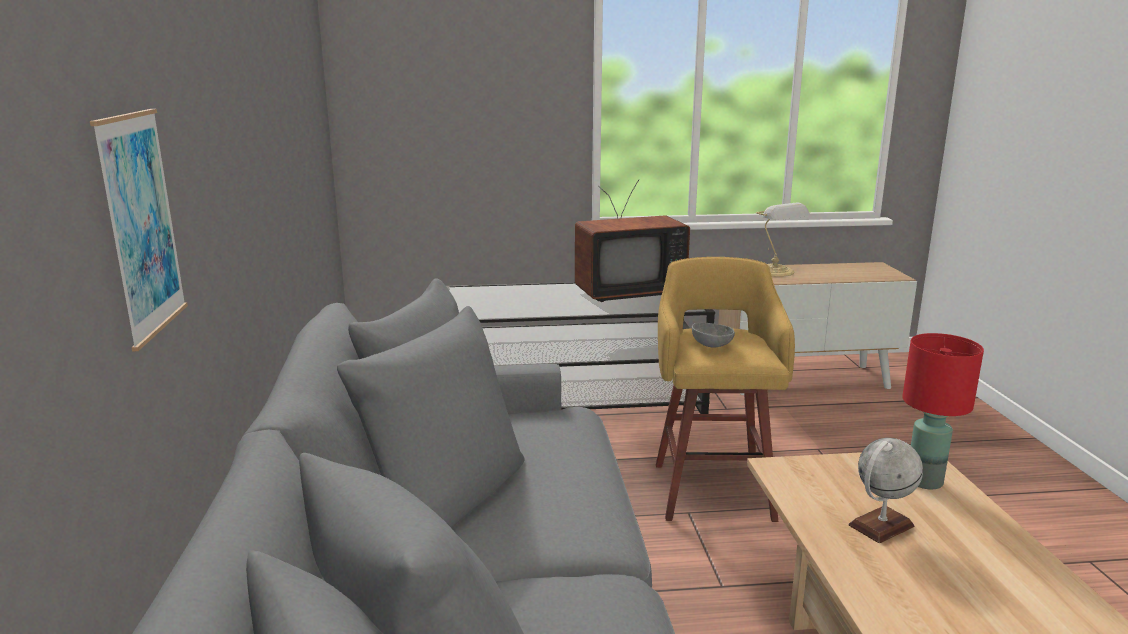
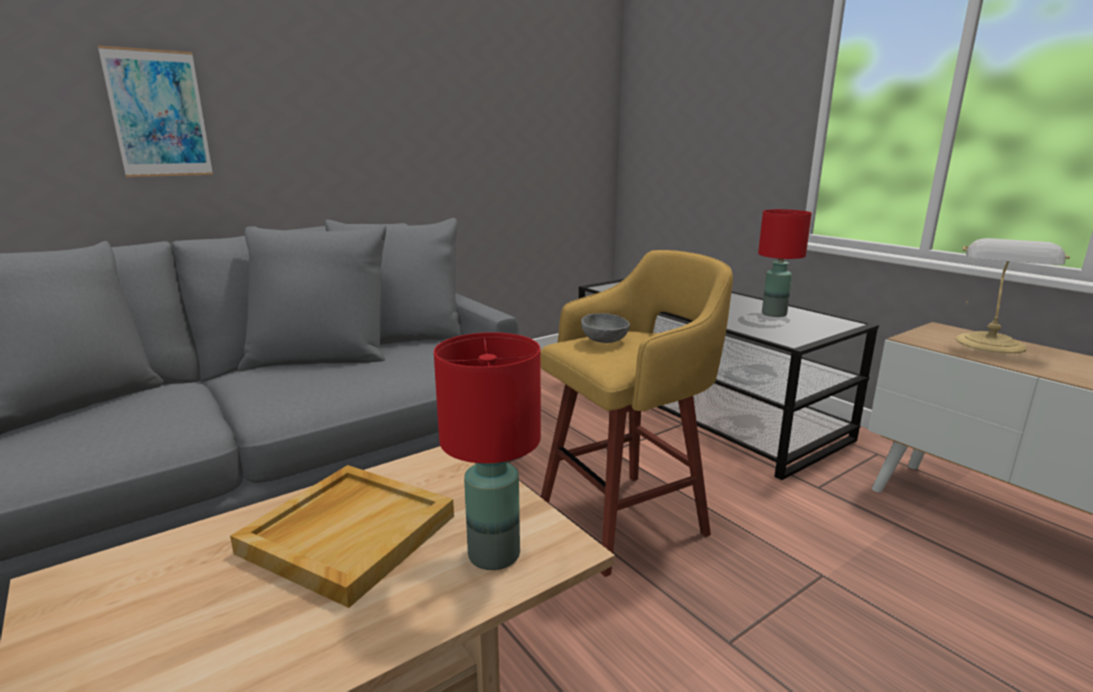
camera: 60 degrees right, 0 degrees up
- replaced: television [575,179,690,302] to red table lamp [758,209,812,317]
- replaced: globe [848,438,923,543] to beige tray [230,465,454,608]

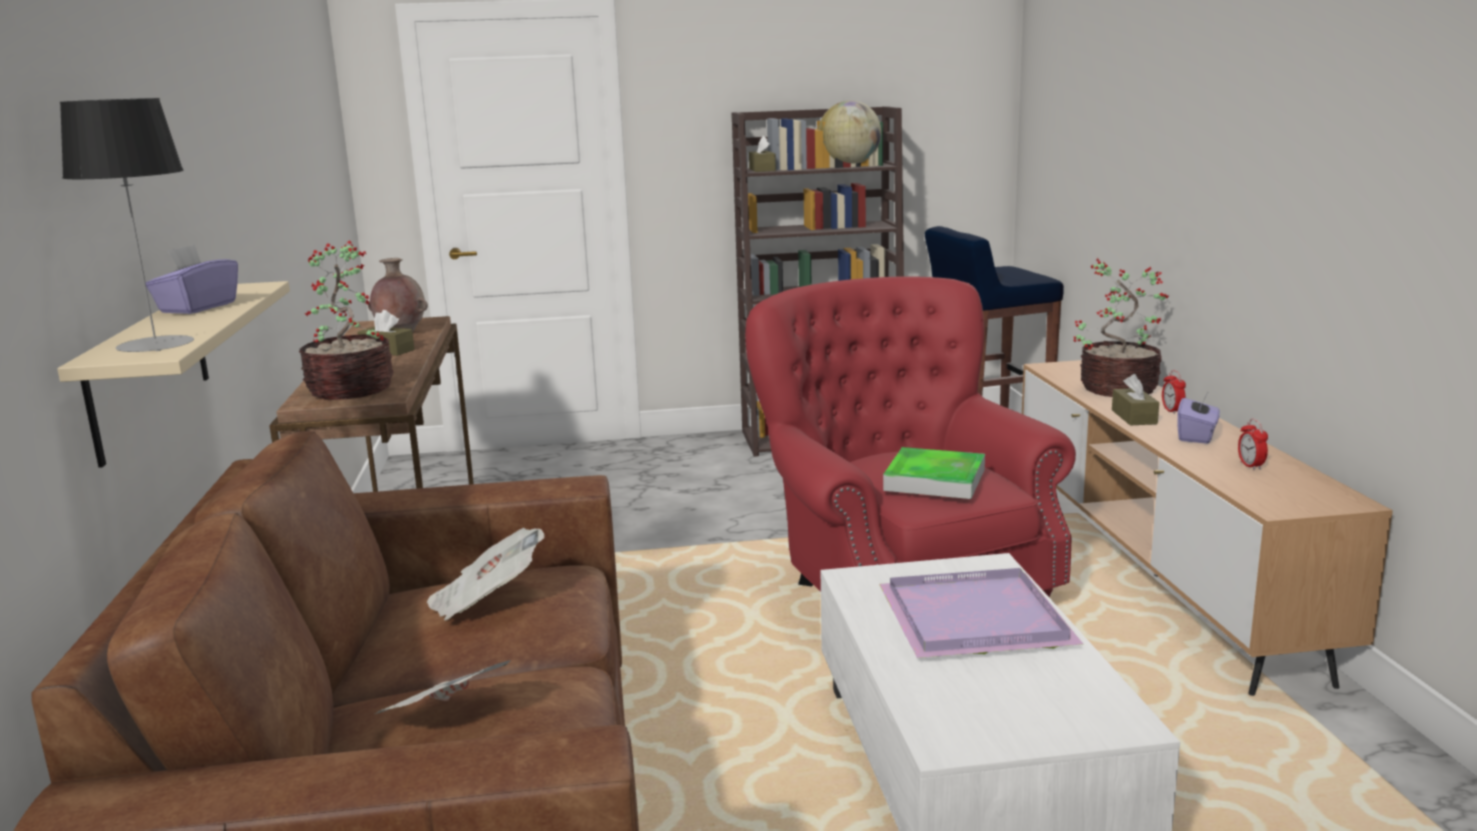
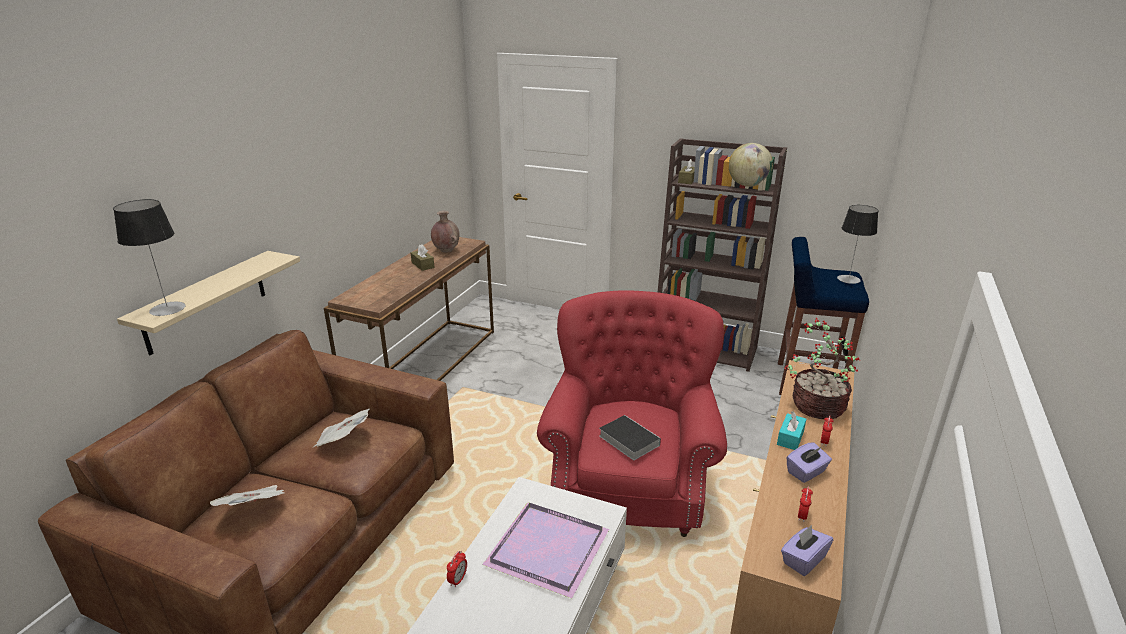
camera: 30 degrees right, 10 degrees up
- removed: potted plant [299,240,394,400]
- added: alarm clock [447,551,467,588]
- added: table lamp [837,205,878,284]
- moved: purple tissue box [146,244,238,314] to [781,525,833,576]
- replaced: tray [883,447,985,499] to book [599,415,661,460]
- recoloured: brown tissue box [1112,374,1159,425] to turquoise tissue box [777,411,806,450]

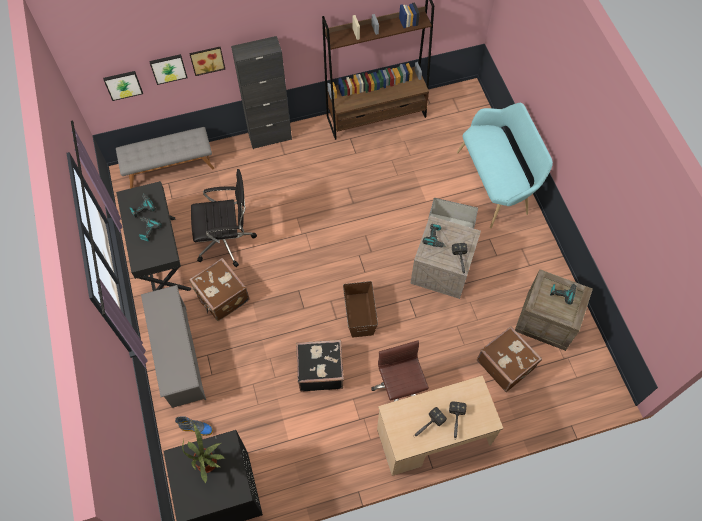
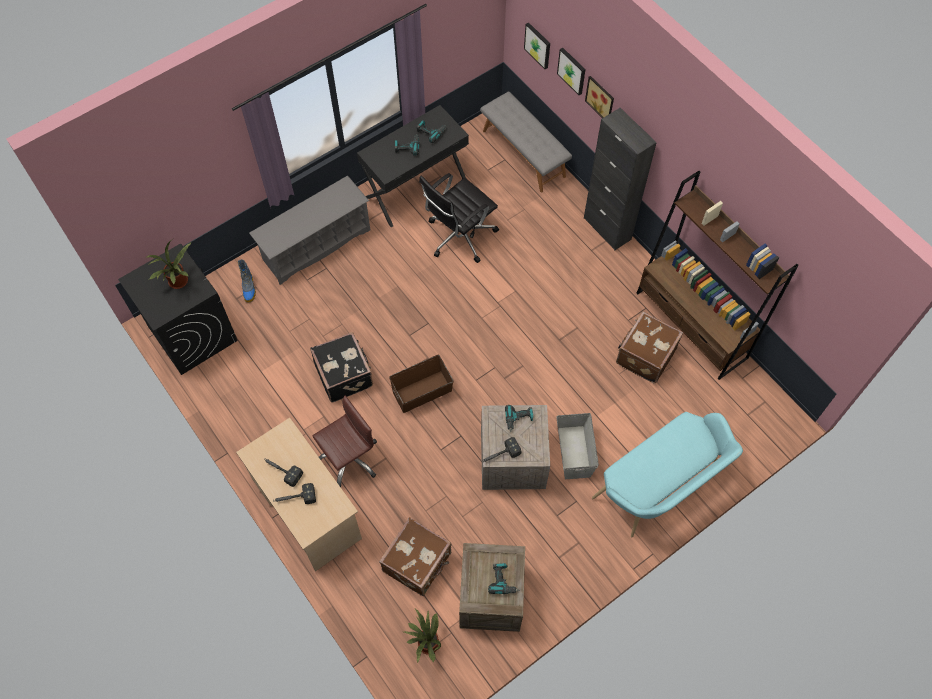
camera: 70 degrees right, 0 degrees up
- added: potted plant [404,609,441,663]
- moved: brown suitcase [189,258,250,321] to [616,312,683,384]
- turned: black office chair [191,169,257,267] = [419,173,499,263] 75 degrees clockwise

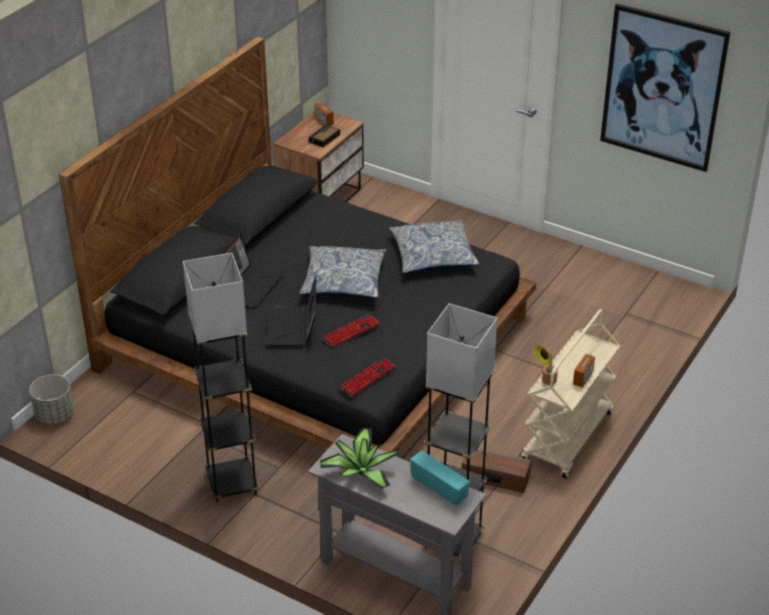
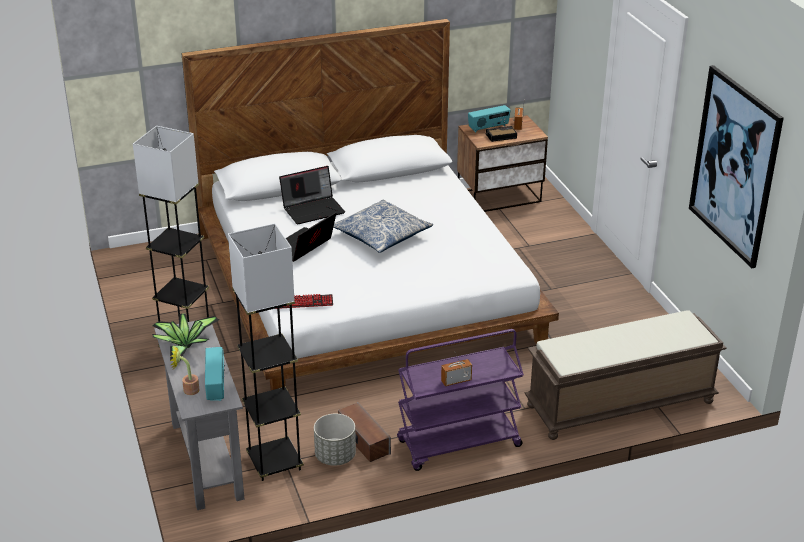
camera: 40 degrees right, 5 degrees down
- removed: keyboard [322,314,380,348]
- removed: pillow [389,219,479,273]
- added: radio [468,105,511,133]
- added: brown bench [525,310,727,440]
- moved: grey planter [29,375,74,424] to [314,414,356,466]
- moved: potted plant [534,345,558,385] to [170,346,199,395]
- recoloured: black bed [59,37,536,452] to white bed [181,19,559,390]
- recoloured: beige cart [521,309,620,479] to purple cart [397,329,524,471]

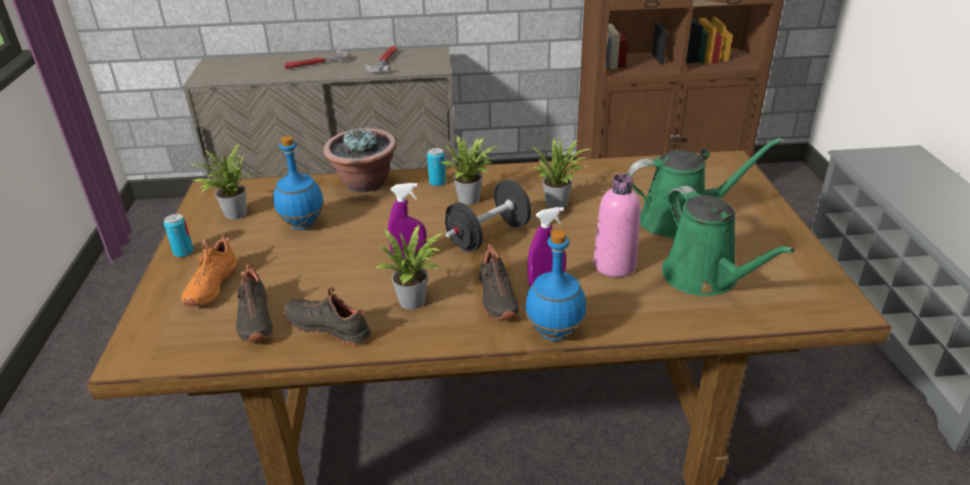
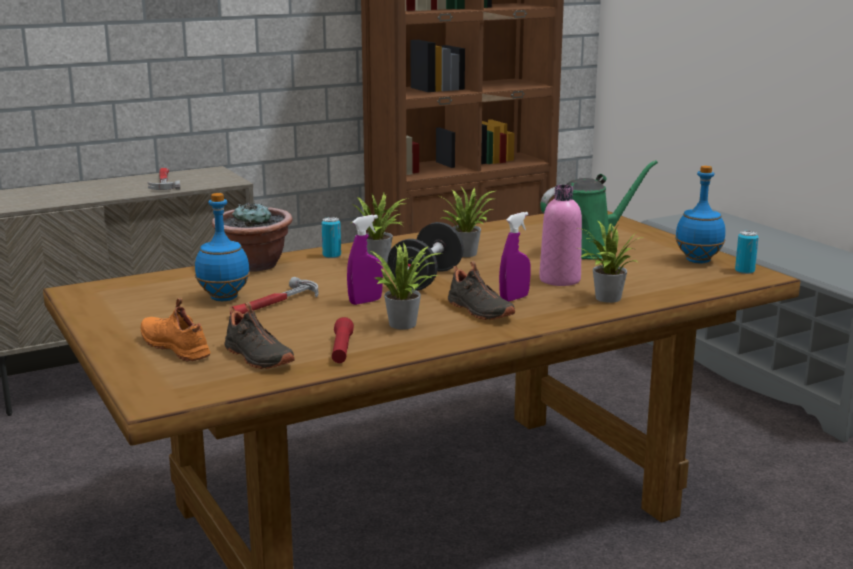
camera: 25 degrees left, 15 degrees down
- removed: green watering can [662,186,795,296]
- moved: can [164,214,194,257] to [735,231,759,274]
- moved: potted plant [189,143,254,219] to [578,220,643,303]
- moved: hammer [284,49,348,69] to [230,277,318,315]
- moved: blue bottle [525,230,586,341] to [675,166,726,263]
- replaced: black shoe [284,287,371,345] to red flashlight [332,317,354,363]
- turned: orange shoe [182,235,239,306] = [141,298,210,361] 150 degrees clockwise

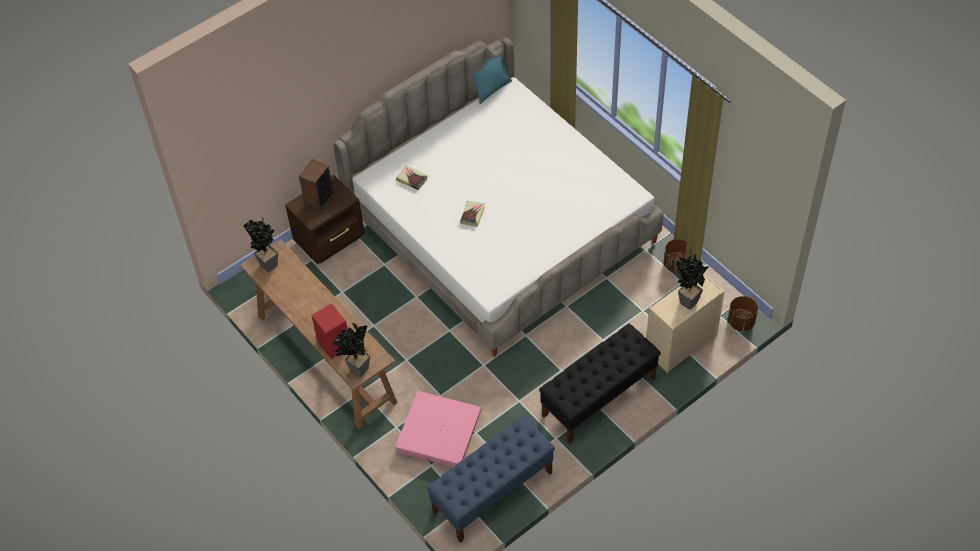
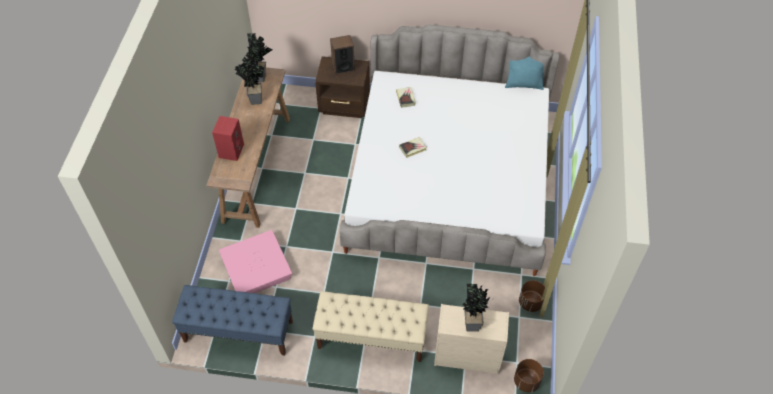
camera: 45 degrees right, 0 degrees up
- moved: potted plant [333,323,370,377] to [235,57,264,105]
- recoloured: black bench [539,323,661,444] to beige bench [313,291,429,362]

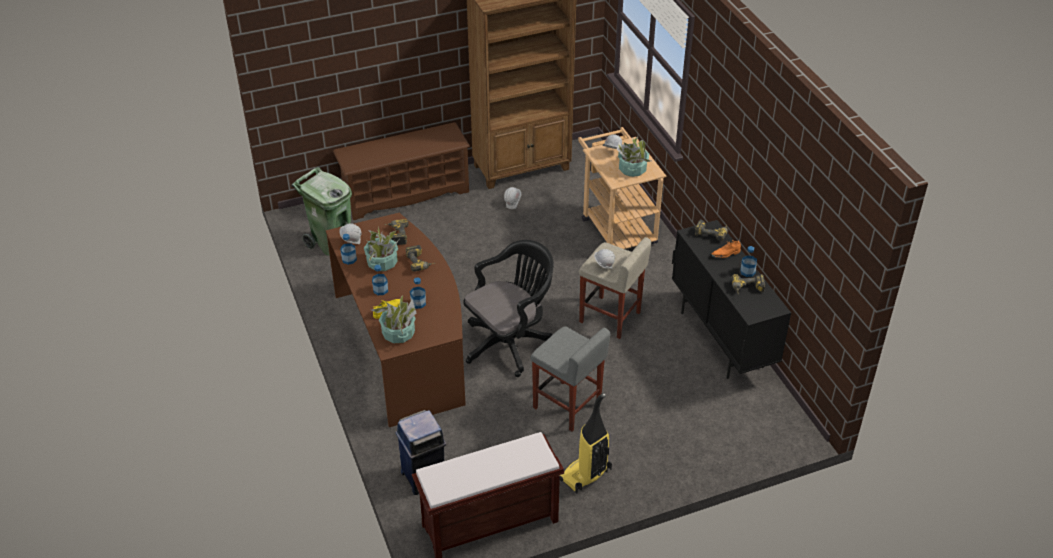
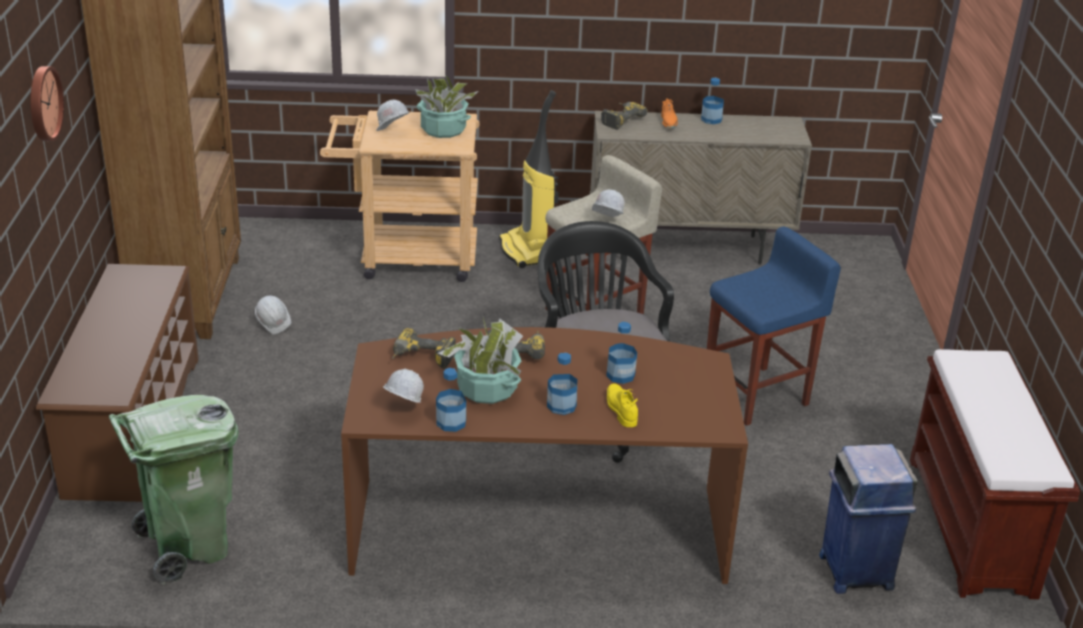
camera: 70 degrees left, 10 degrees down
- removed: potted plant [372,295,416,343]
- removed: power drill [731,274,765,294]
- added: wall clock [30,66,64,141]
- moved: vacuum cleaner [560,393,612,494] to [499,90,559,268]
- recoloured: grey stool [530,326,610,431] to blue stool [707,227,841,426]
- recoloured: black cabinet [672,220,791,379] to beige cabinet [590,111,812,265]

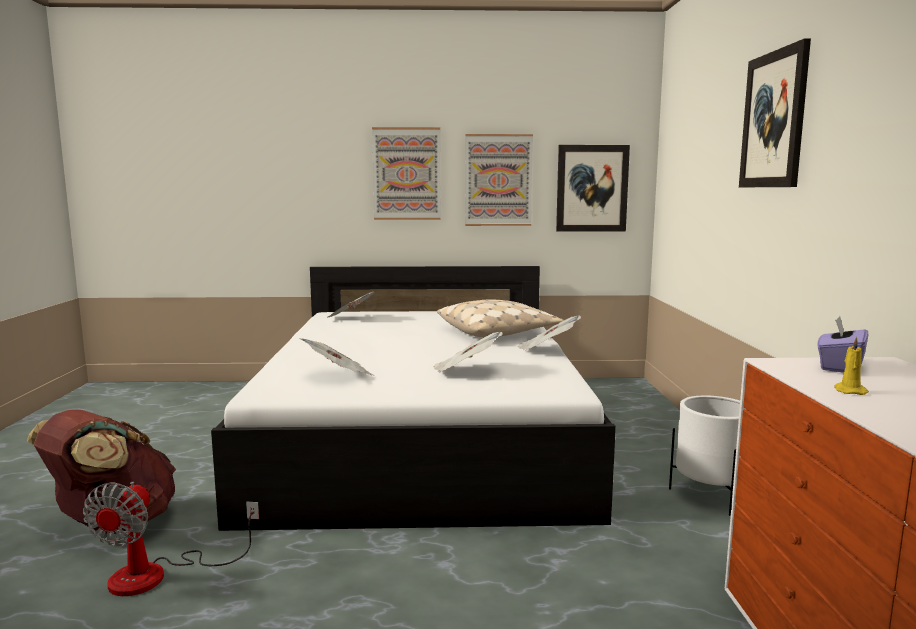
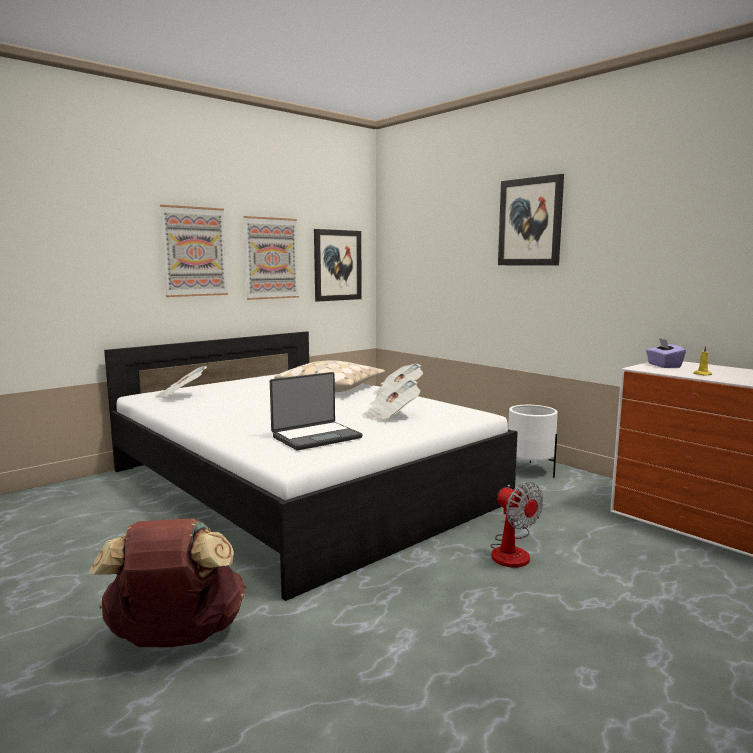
camera: 40 degrees left, 0 degrees up
- moved: fan [83,482,259,596] to [490,482,544,568]
- replaced: newspaper [299,338,373,375] to laptop [270,372,363,450]

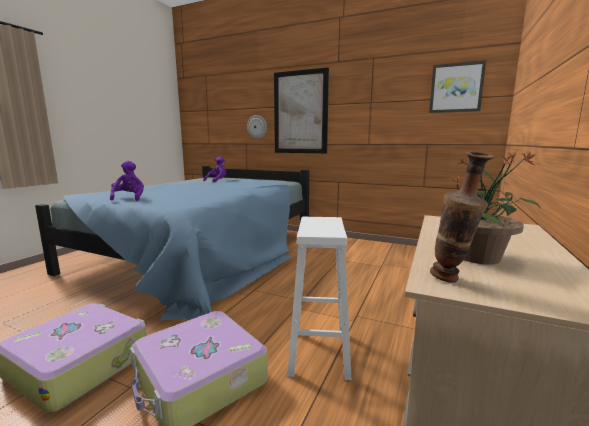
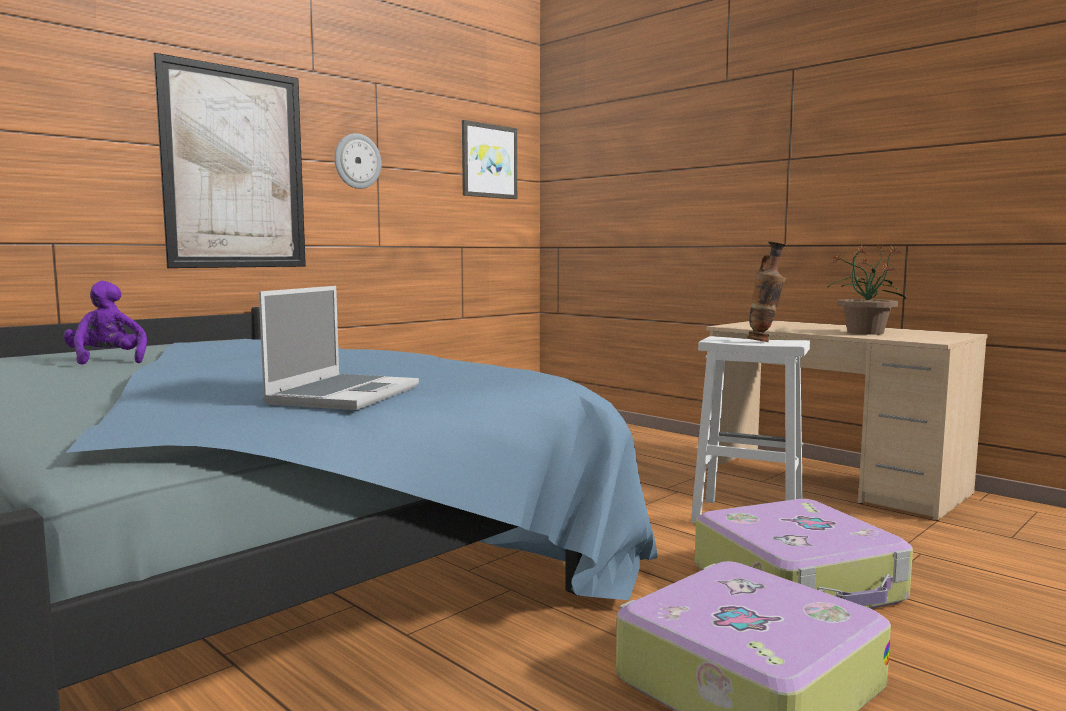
camera: 70 degrees left, 5 degrees down
- moved: wall clock [247,115,267,139] to [335,133,381,189]
- moved: vase [430,152,495,283] to [747,241,786,342]
- replaced: purple plush toy [110,161,144,201] to laptop [259,286,419,410]

